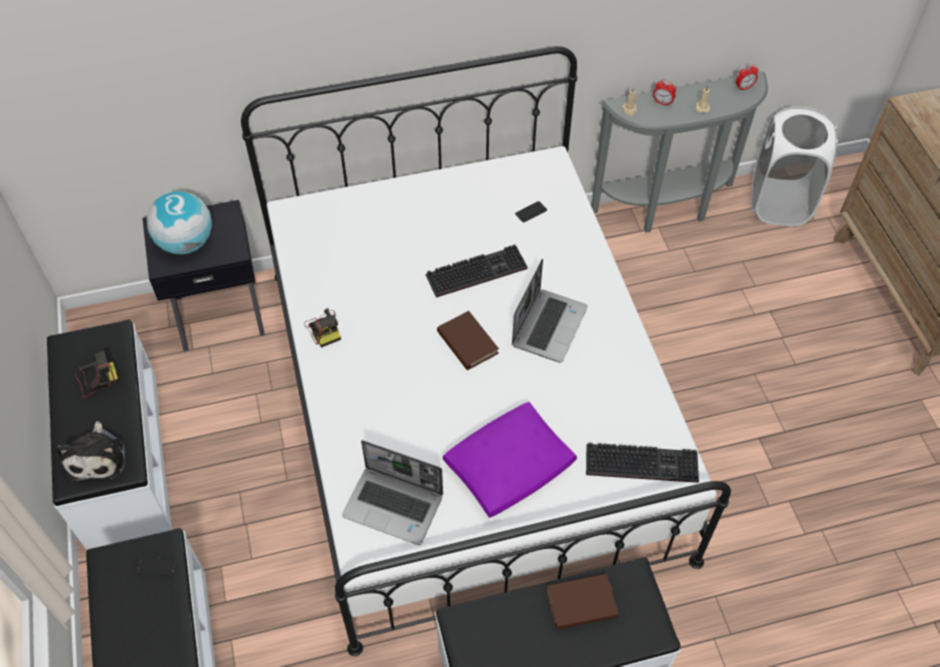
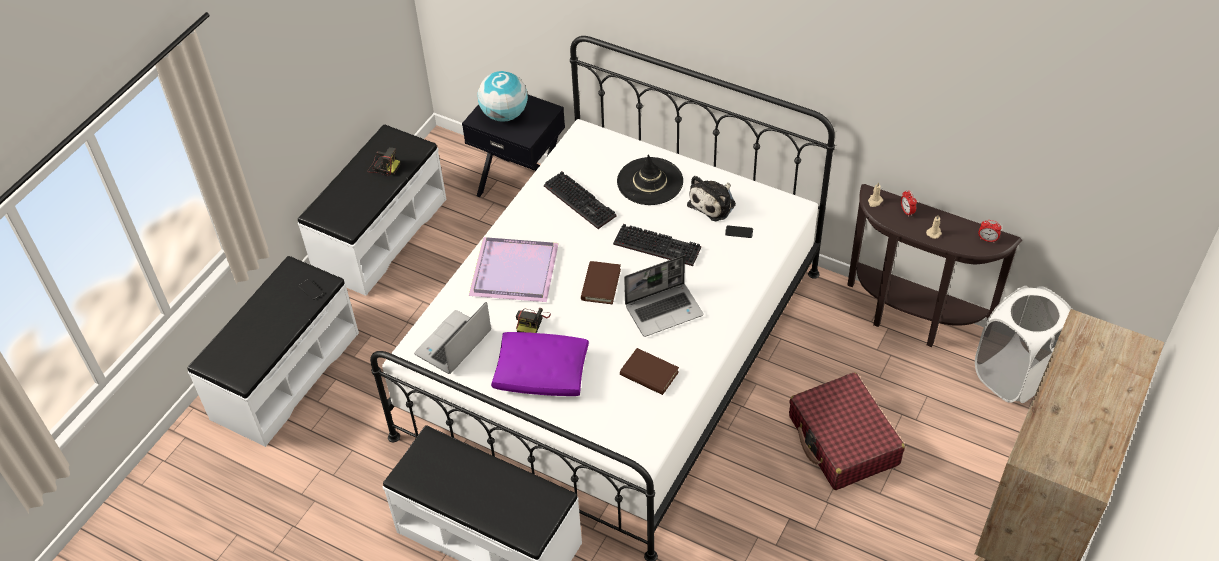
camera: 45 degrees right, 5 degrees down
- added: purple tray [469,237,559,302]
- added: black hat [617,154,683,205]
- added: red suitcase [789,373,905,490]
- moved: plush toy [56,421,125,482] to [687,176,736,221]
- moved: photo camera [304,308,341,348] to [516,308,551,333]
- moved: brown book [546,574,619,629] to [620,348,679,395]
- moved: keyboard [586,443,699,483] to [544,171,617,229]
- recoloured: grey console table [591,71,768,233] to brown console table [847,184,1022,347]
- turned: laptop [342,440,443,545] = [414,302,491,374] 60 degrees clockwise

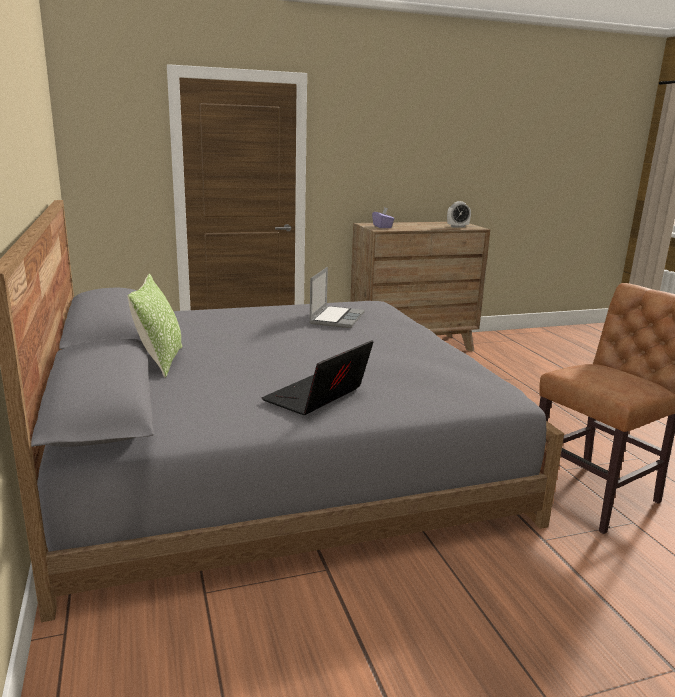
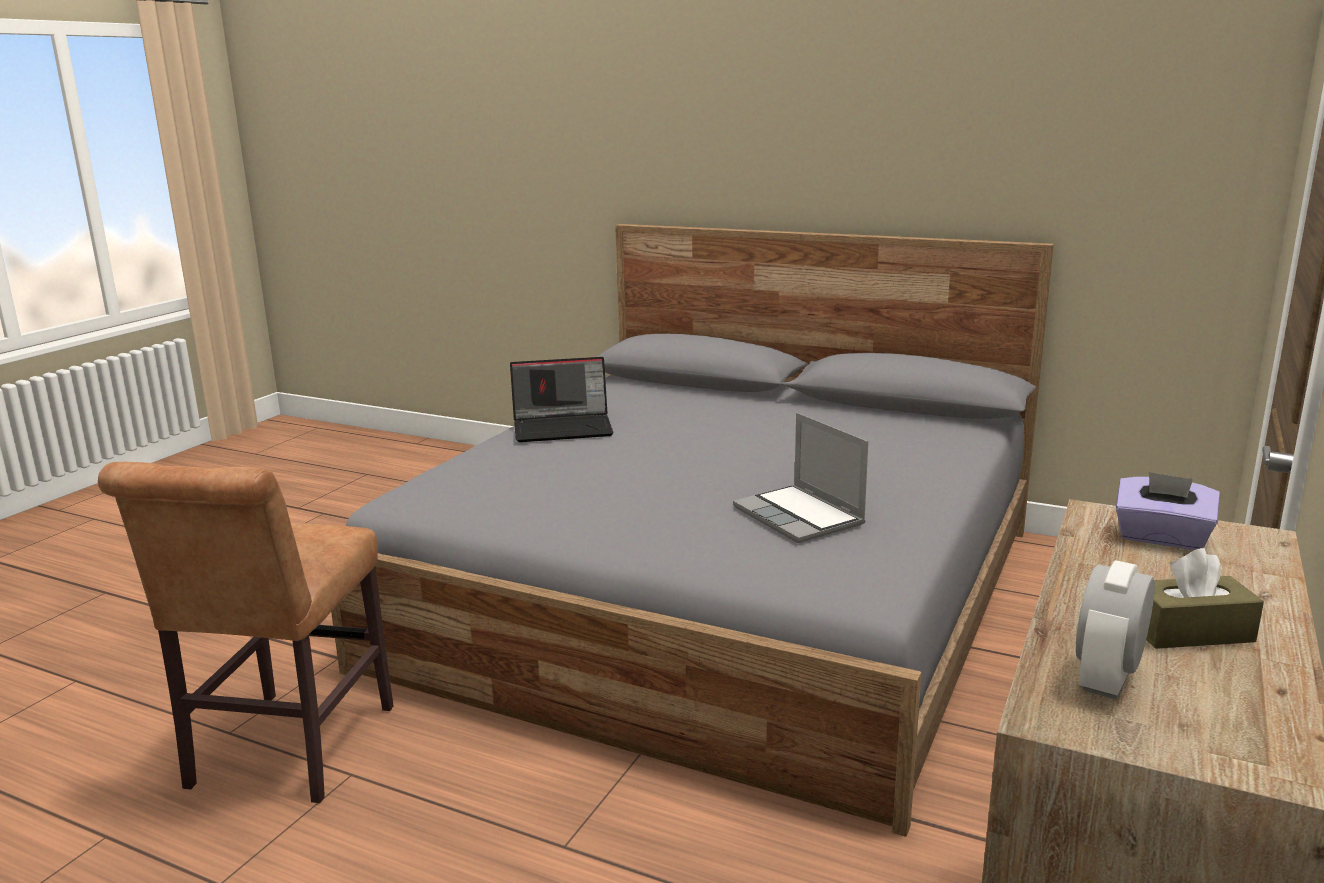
camera: 135 degrees right, 0 degrees up
- removed: pillow [127,274,182,378]
- added: brown tissue box [1146,548,1264,649]
- turned: laptop [262,340,373,415] = [510,357,614,442] 90 degrees clockwise

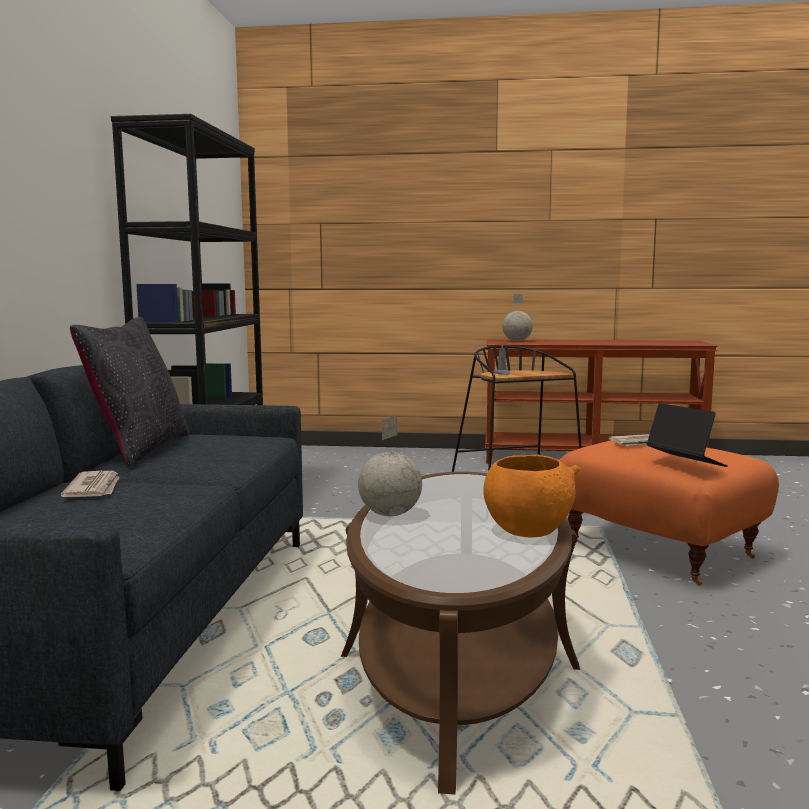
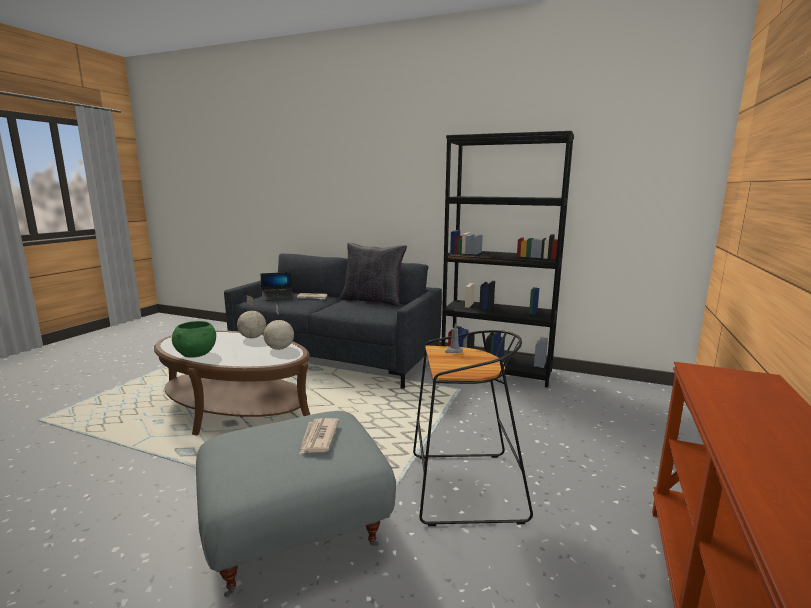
camera: 105 degrees right, 5 degrees up
- moved: globe [502,294,533,341] to [263,304,294,350]
- moved: laptop [647,403,728,467] to [260,272,293,301]
- recoloured: orange bowl [483,454,580,537] to green bowl [172,321,216,358]
- recoloured: orange ottoman [559,440,779,586] to grey ottoman [196,411,396,597]

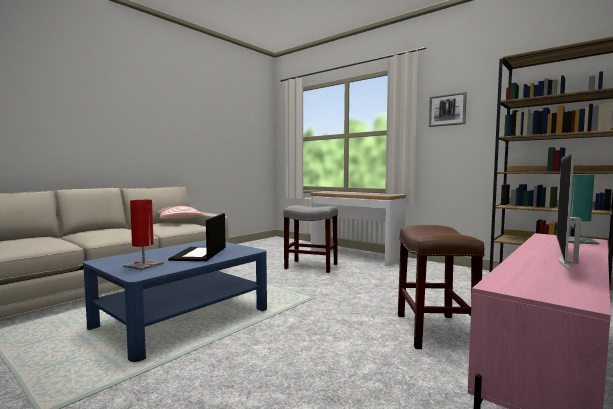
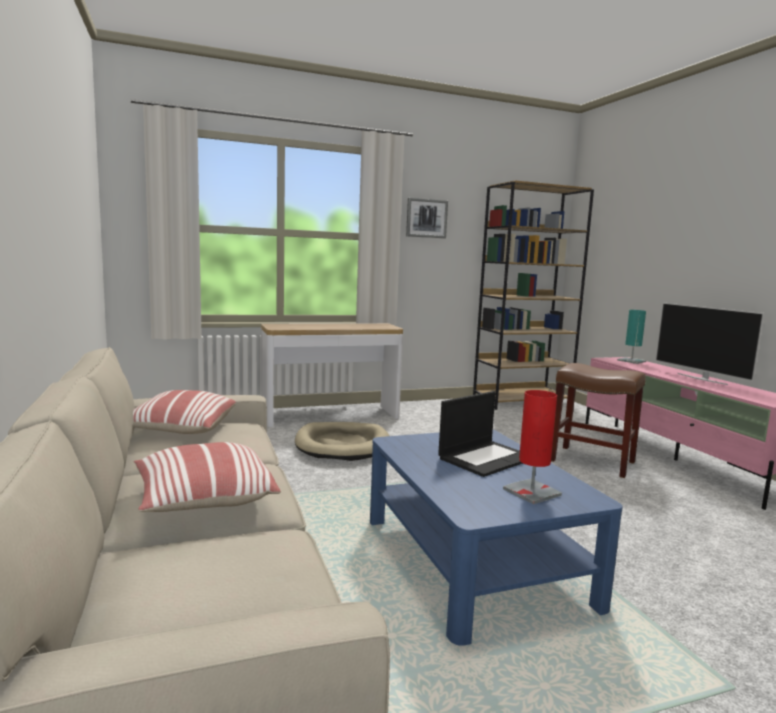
camera: 60 degrees left, 5 degrees up
- added: pillow [134,442,281,512]
- replaced: grey stool [283,205,338,273] to beige dog bed [295,422,389,461]
- turned: laptop [168,213,226,261] = [438,391,523,477] 75 degrees counterclockwise

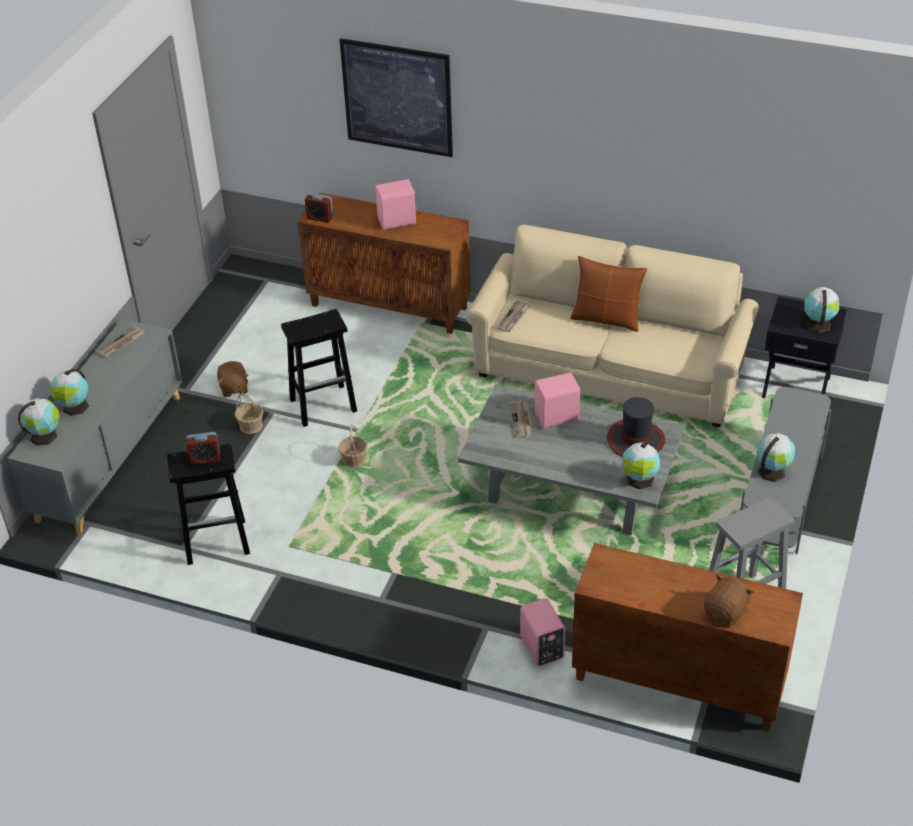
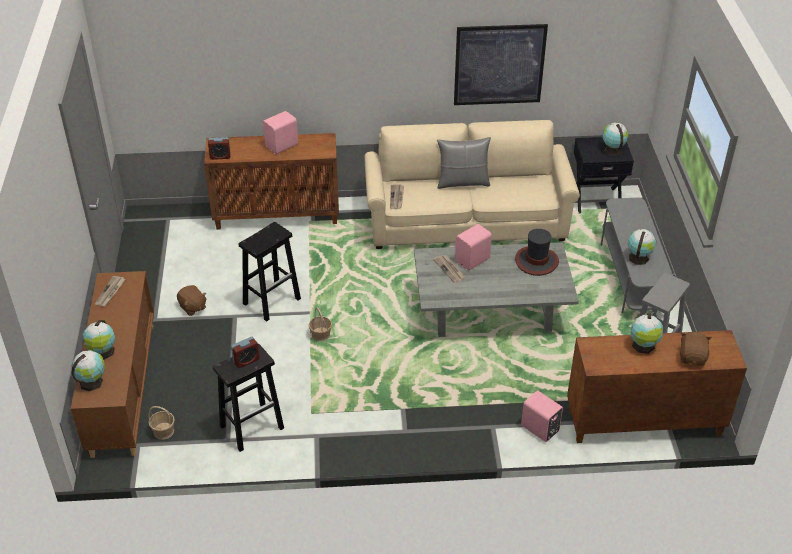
camera: 25 degrees left, 0 degrees up
- moved: basket [235,393,263,434] to [148,406,175,440]
- moved: picture [340,38,453,157] to [454,24,548,105]
- moved: globe [622,441,660,490] to [631,313,663,354]
- recoloured: grey cabinet [7,319,182,534] to brown cabinet [71,271,154,458]
- recoloured: brown pillow [570,256,647,332] to grey pillow [437,137,491,189]

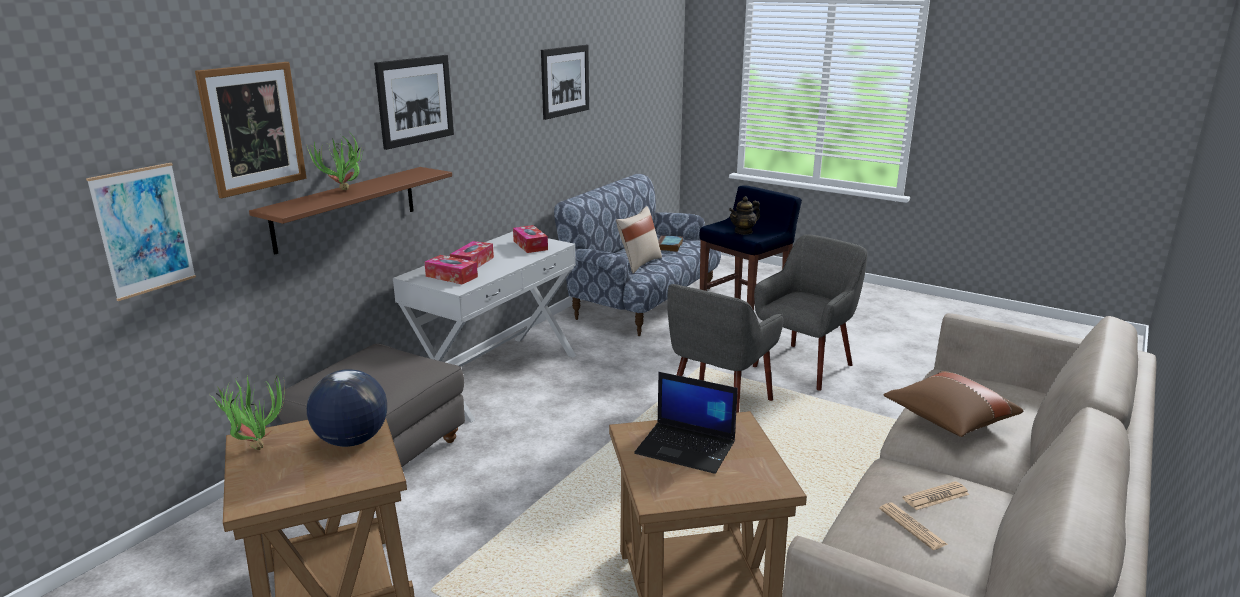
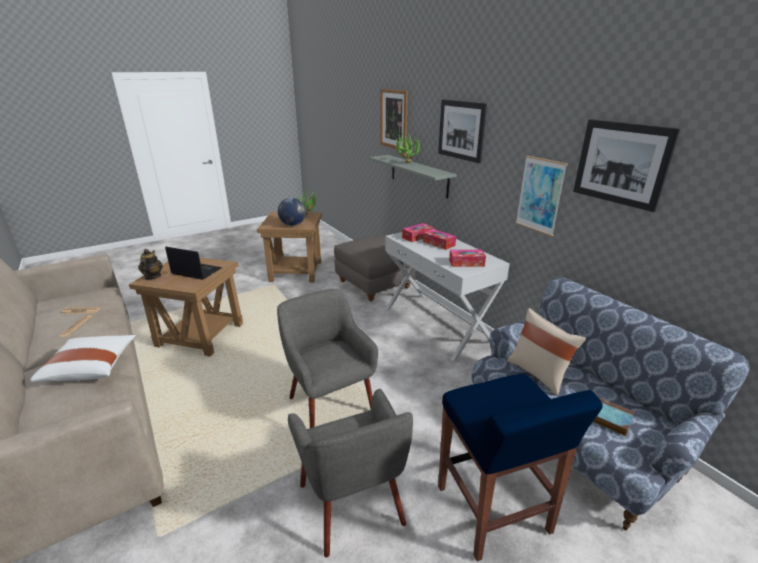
camera: 115 degrees right, 5 degrees up
- moved: picture [86,163,196,301] to [516,156,567,236]
- moved: teapot [729,196,760,235] to [138,249,163,280]
- recoloured: brown shelf [249,167,452,255] to grey shelf [369,155,457,199]
- recoloured: brown pillow [883,371,1023,437] to white pillow [30,335,136,382]
- turned: laptop [634,372,738,474] = [165,246,222,280] 60 degrees clockwise

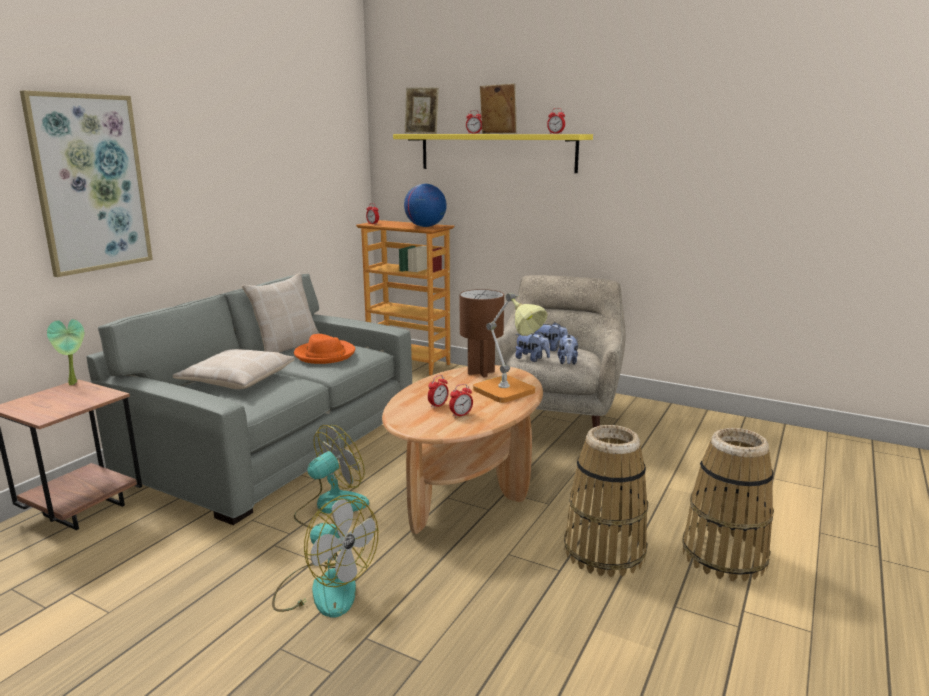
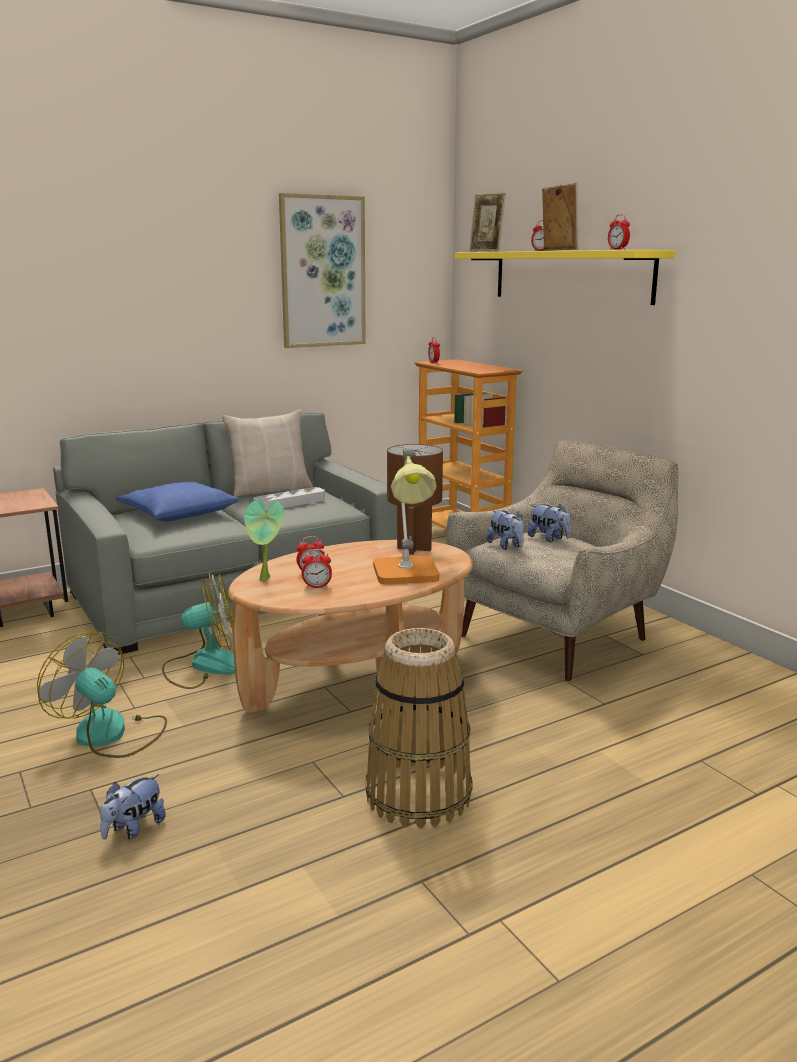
camera: 30 degrees right, 0 degrees up
- removed: globe [404,184,447,227]
- removed: basket [682,428,774,581]
- moved: picture [20,90,153,277] to [279,193,365,348]
- moved: potted plant [47,319,84,385] to [244,500,284,581]
- moved: plush toy [557,335,578,365] to [100,774,166,840]
- replaced: orange hat [294,334,355,364] to grey tray [254,487,325,511]
- recoloured: beige pillow [173,349,295,389] to blue pillow [116,482,239,522]
- turned: fan [272,495,378,618] = [37,632,167,758] 150 degrees clockwise

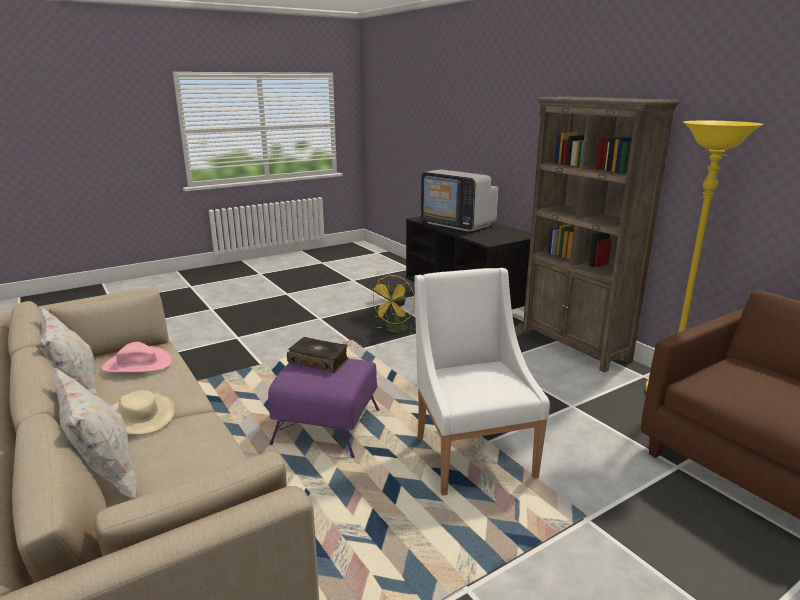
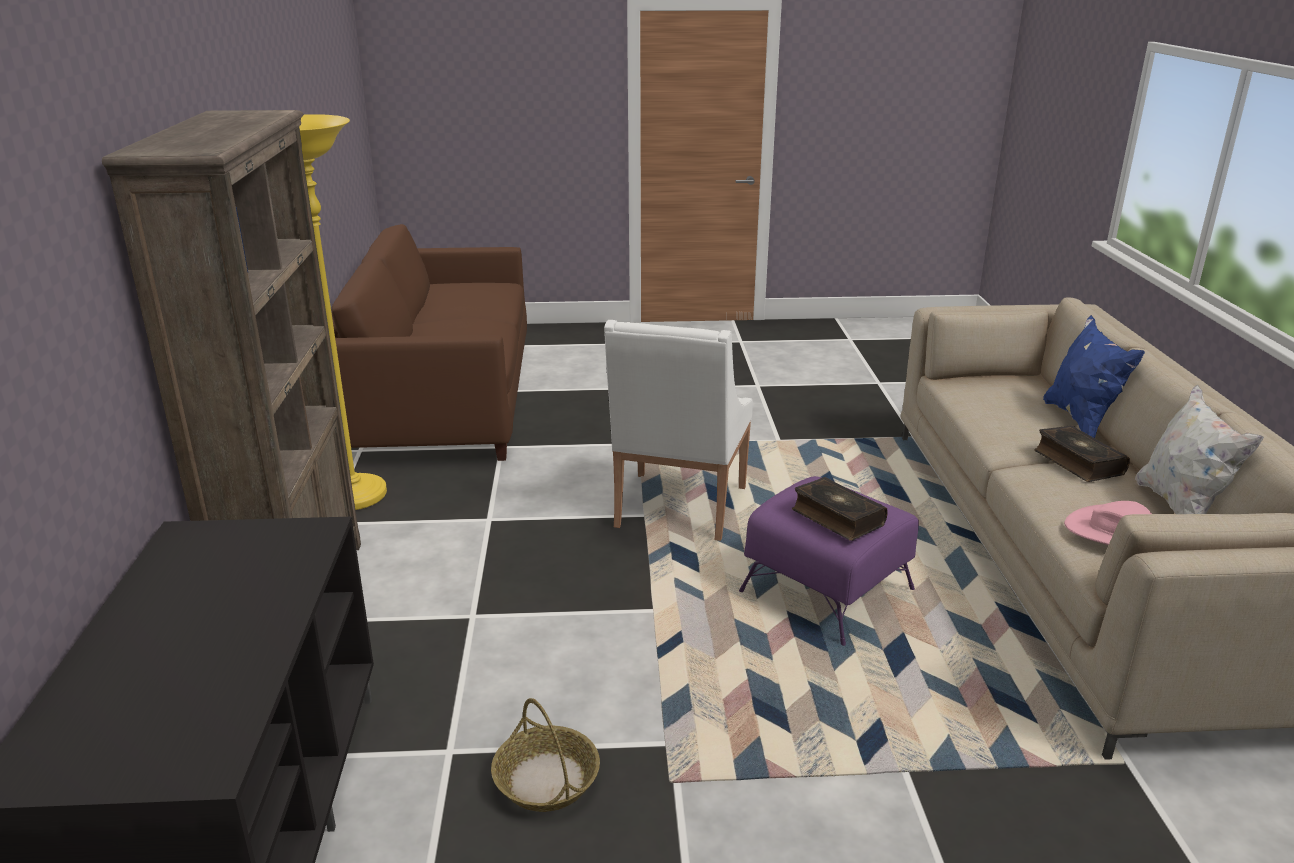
camera: 150 degrees left, 5 degrees up
- removed: television [421,170,498,231]
- replaced: beige hat [110,390,175,435] to book [1034,425,1130,482]
- replaced: yellow fan [369,275,415,334] to basket [491,698,600,812]
- recoloured: white pillow [54,368,137,499] to blue pillow [1043,315,1145,438]

